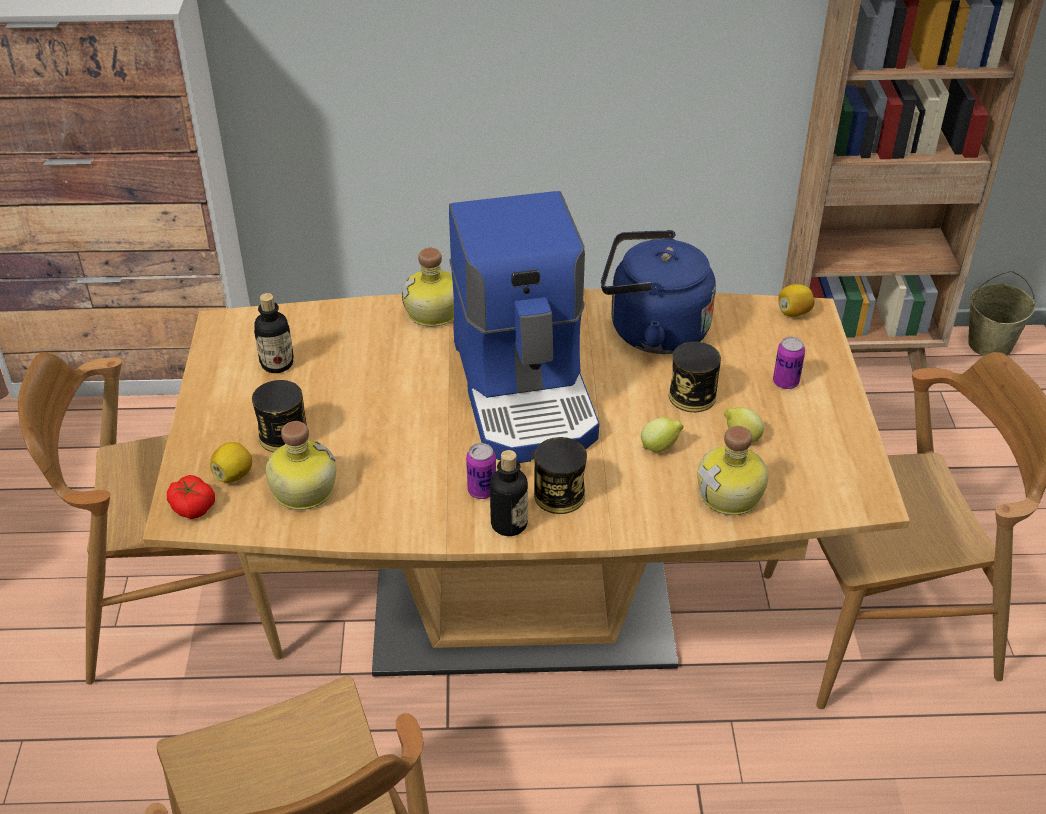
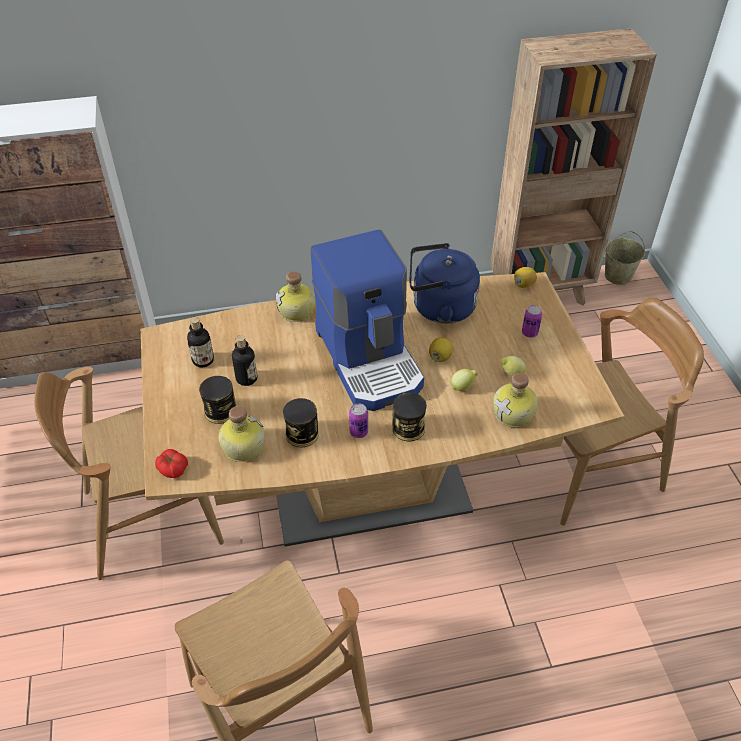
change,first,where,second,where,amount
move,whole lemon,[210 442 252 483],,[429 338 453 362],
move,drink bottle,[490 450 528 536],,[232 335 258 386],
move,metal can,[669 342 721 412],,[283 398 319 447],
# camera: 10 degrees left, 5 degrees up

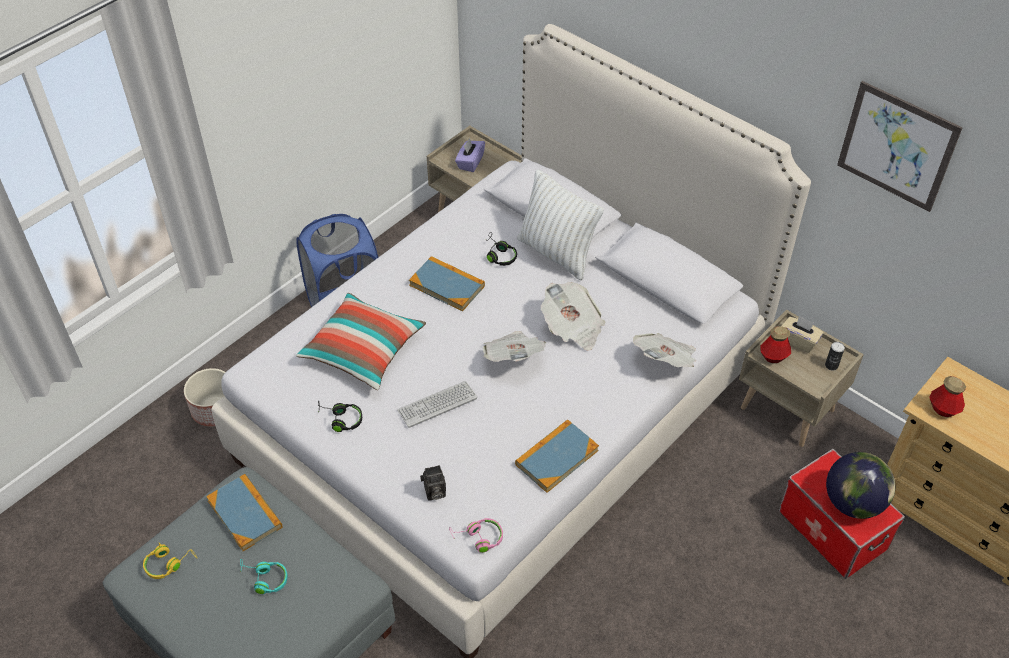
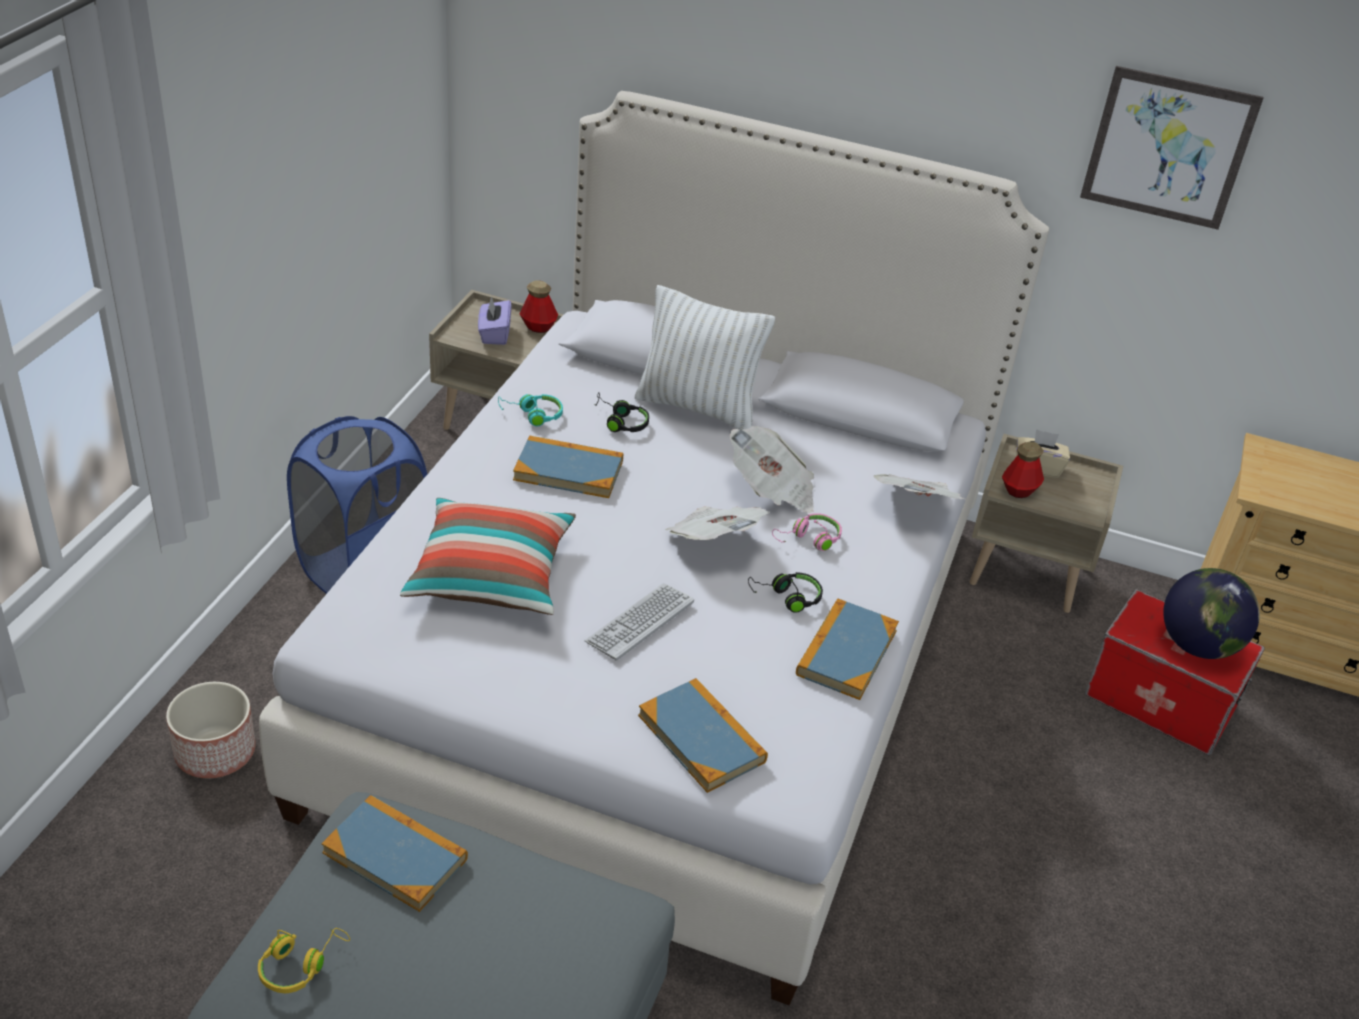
change,first,where,second,where,amount
move,turquoise headphones,[240 559 288 594],,[498 394 563 426],
move,blackish headphones,[318 401 362 432],,[748 572 823 613],
replace,still camera,[420 465 446 500],book,[638 678 768 793],
move,pinkish headphones,[449 518 503 553],,[772 513 842 551],
delete,metal can,[825 342 845 371],,,
move,drink bottle,[929 376 966 417],,[520 280 558 333],
# camera: 25 degrees left, 10 degrees down

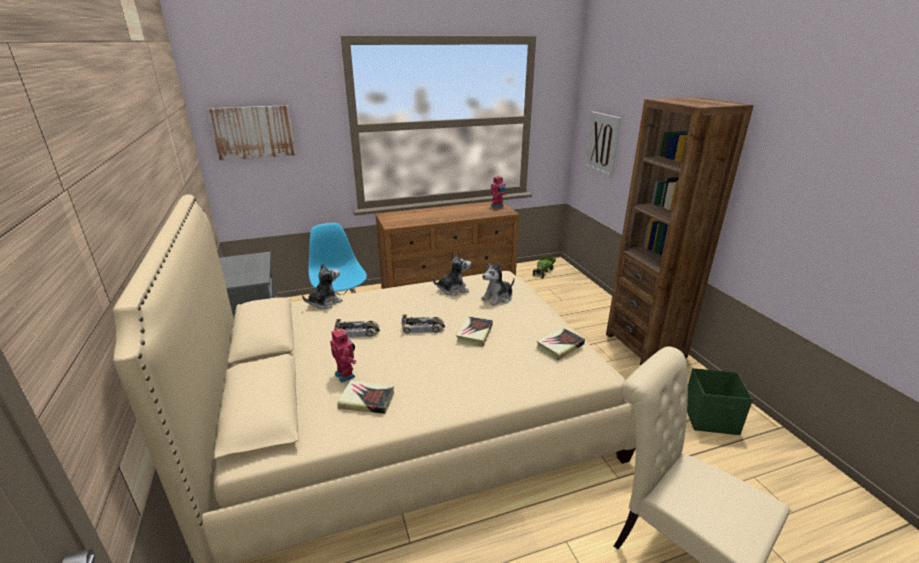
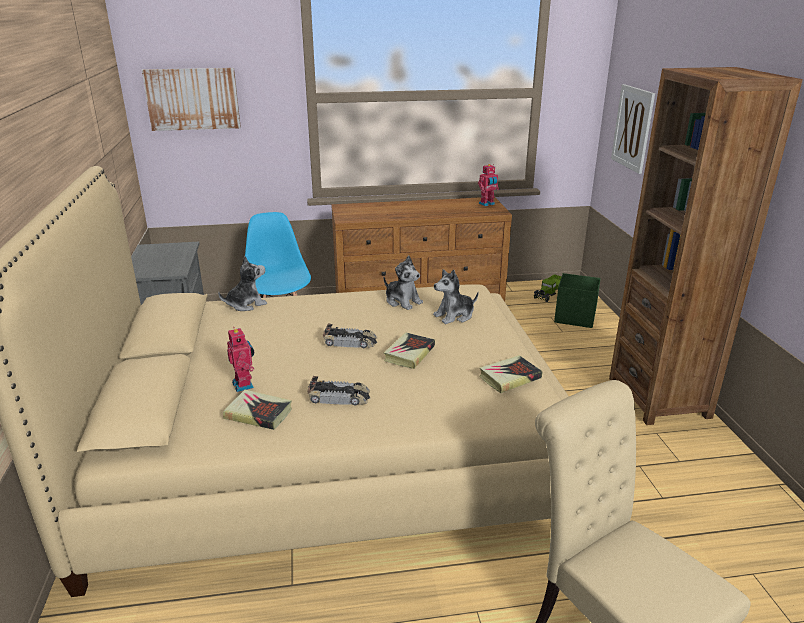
change,first,where,second,where,amount
move,miniature car,[334 319 380 338],,[307 376 370 406],
rotate,plush toy,[432 252 471 295],,[384 256 423 310],45 degrees clockwise
move,green storage bin,[687 368 753 435],,[554 273 601 328],
# camera: 10 degrees right, 0 degrees up

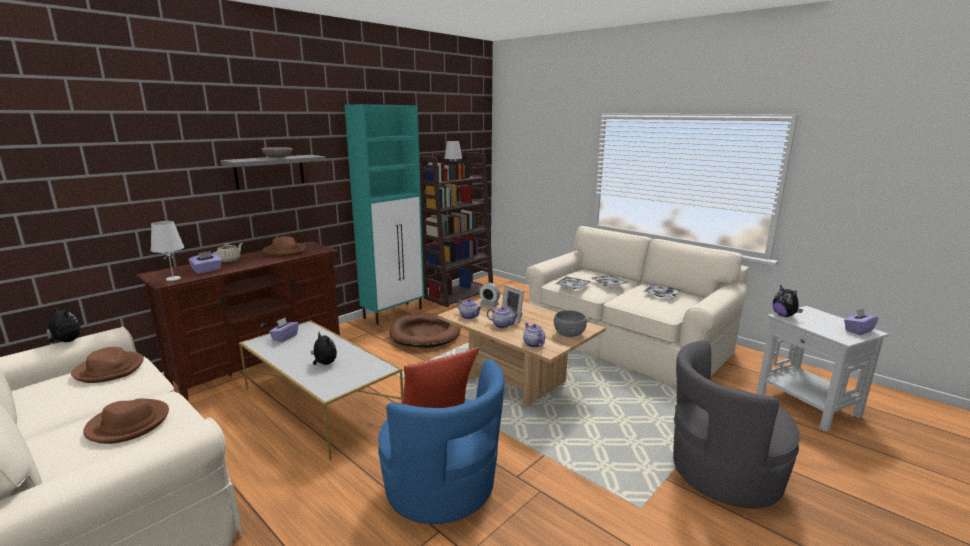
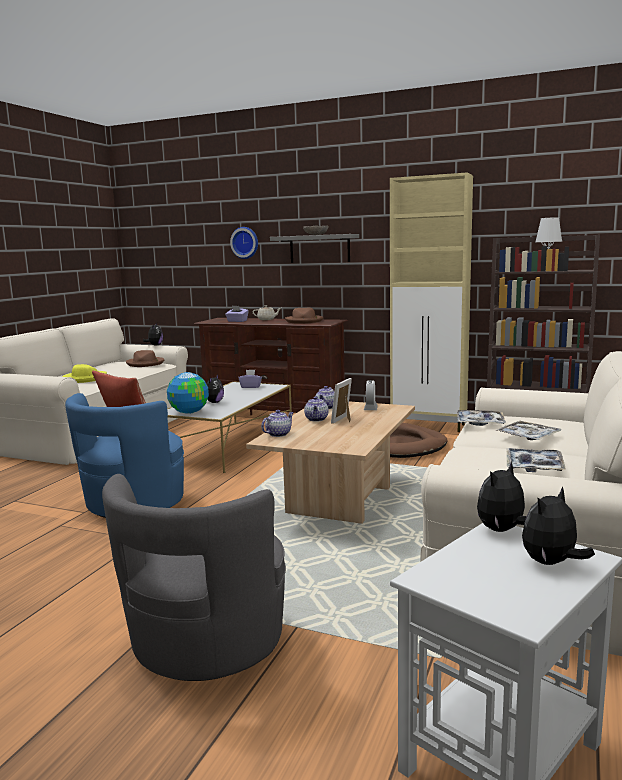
change,first,where,second,where,amount
recolor,brownish hat,[83 399 169 444],yellow hat,[63 364 107 383],
delete,white lamp for a table,[151 221 184 281],,,
recolor,turquoise cabinet,[344 104 424 325],sand-coloured cabinet,[390 172 473 432],
delete,gray serving bowl,[554 310 588 337],,,
rotate,gray easy chair,[673 340 800 508],,[102 474 286 681],135 degrees counterclockwise
delete,purple-coloured tissue holder,[844 308 879 335],,,
insert,,,globe,[167 372 209 414],
insert,,,hanging clock,[230 227 258 259],
insert,,,plush toy,[522 486 595 565],
# camera: 70 degrees right, 5 degrees down

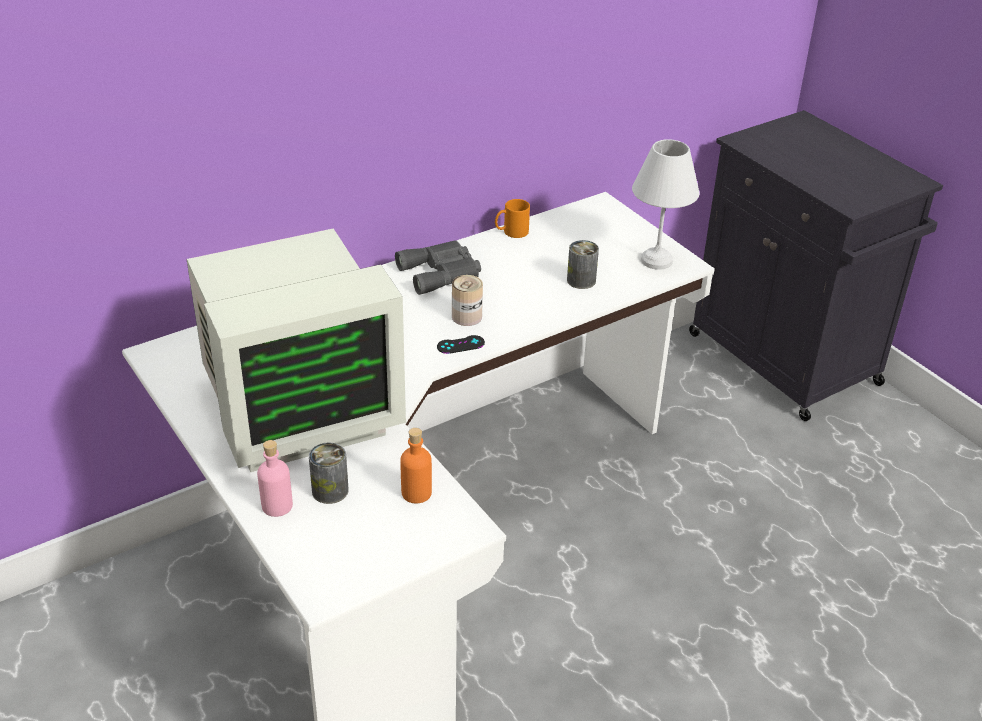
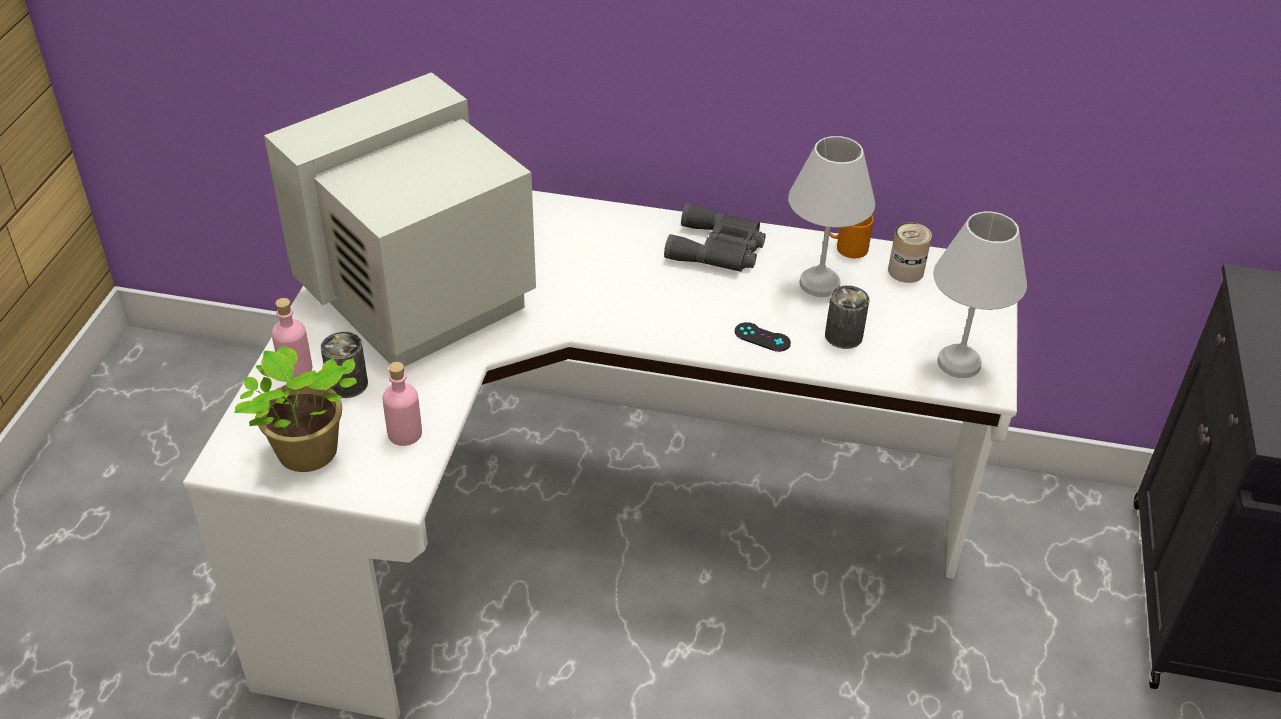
change,first,where,second,where,amount
rotate,monitor,[187 228 406 472],,[264 72 536 367],120 degrees clockwise
recolor,orange-coloured drink bottle,[400 428 432 503],pinkish drink bottle,[382 362 422 446],
move,blackish joypad,[437 335 485 354],,[735 322 791 352],
move,metal can,[452 275 483 326],,[888 222 932 283],
insert,,,plant in a pot,[234 345 357 472],
insert,,,white lamp for a table,[788 136 875 297],
# camera: 45 degrees right, 5 degrees up

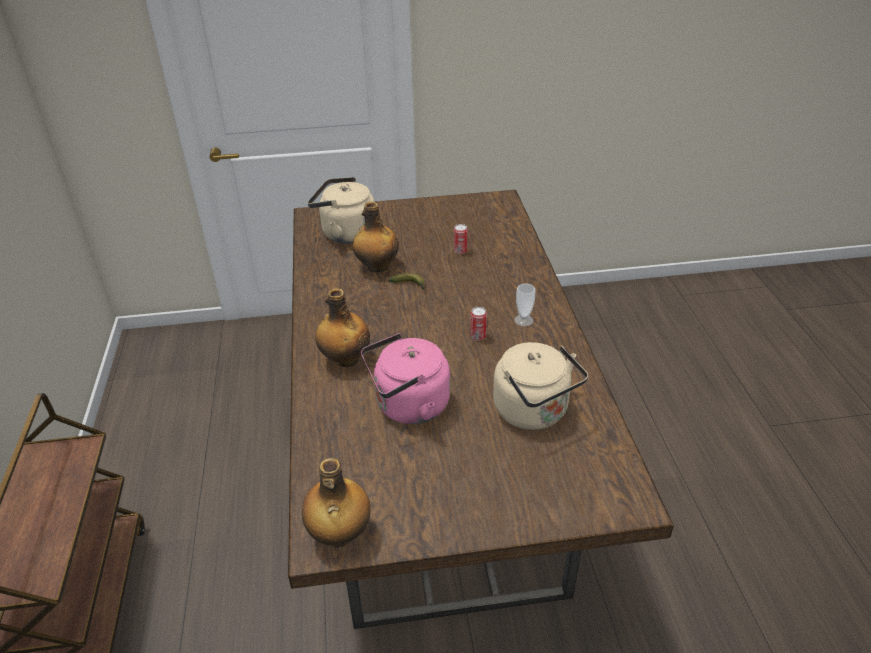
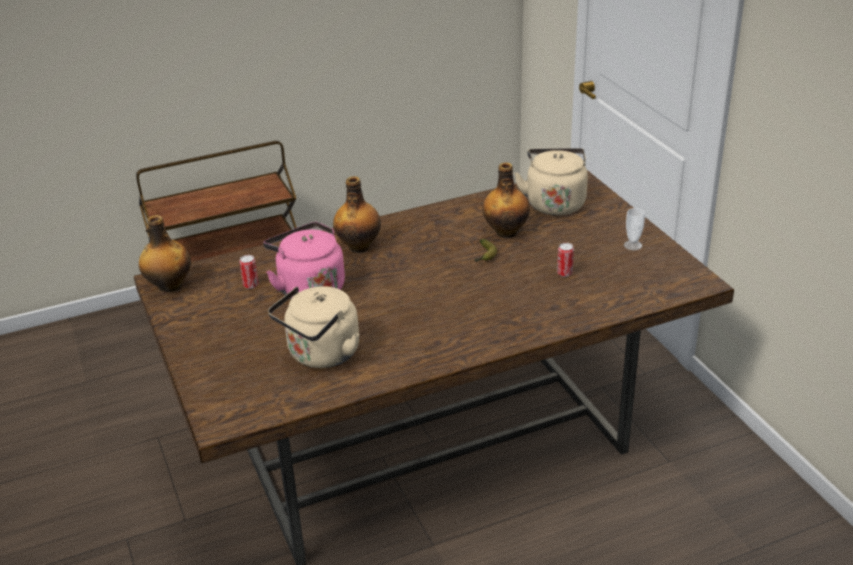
change,first,where,second,where,amount
move,metal can,[470 307 487 341],,[239 255 258 289],
move,cup,[514 283 535 326],,[624 208 645 250],
# camera: 75 degrees right, 5 degrees down

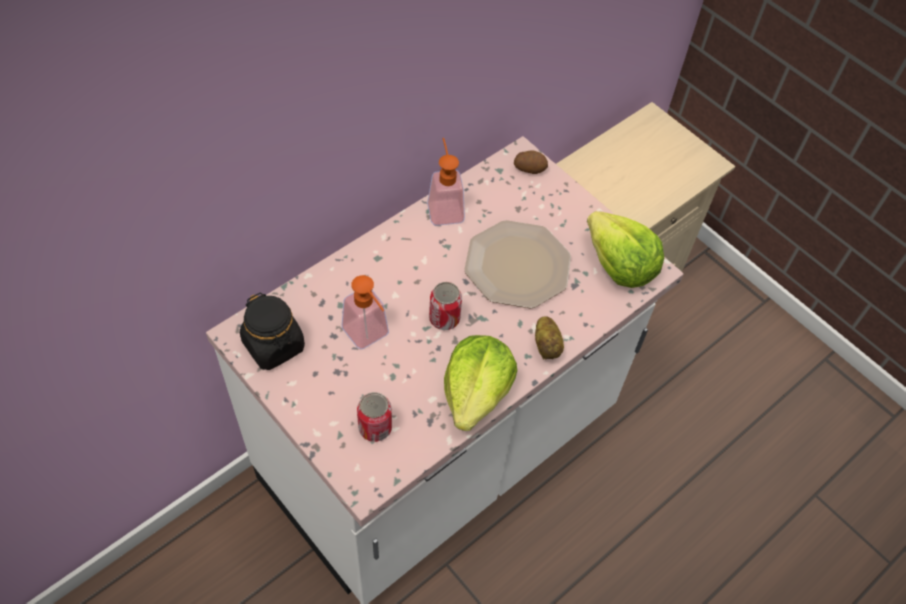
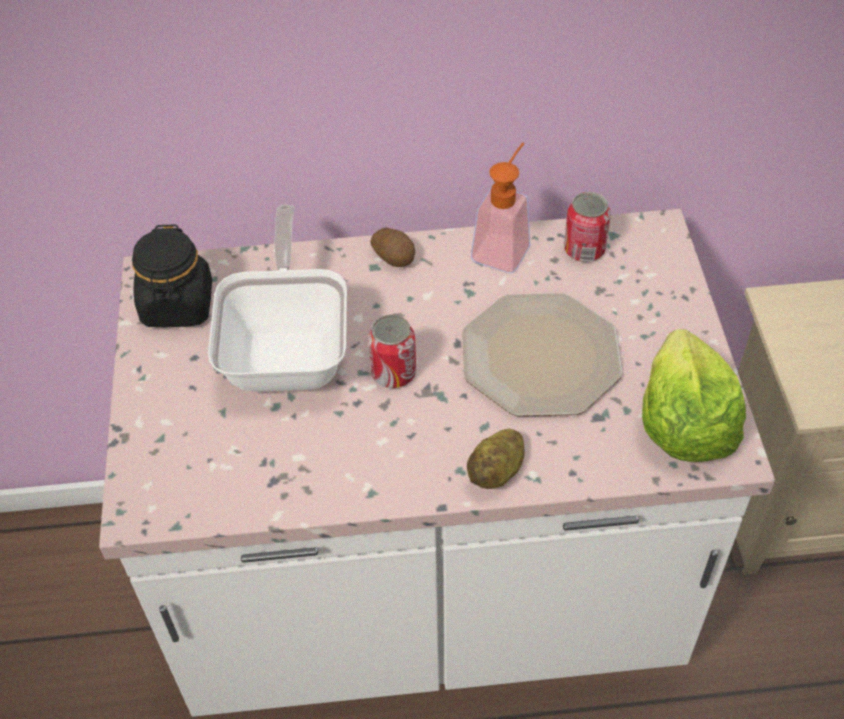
change,first,where,second,where,amount
replace,soap dispenser,[342 275 389 350],skillet,[208 205 347 392],
move,metal can,[357 392 392 442],,[564 192 611 262],
delete,head of lettuce,[444 335 517 431],,,
move,potato,[514 150 548 174],,[370 227 415 267],
# camera: 40 degrees right, 5 degrees down

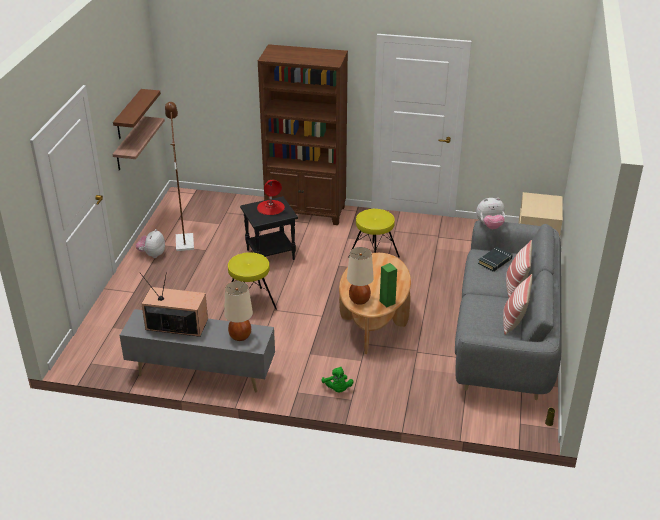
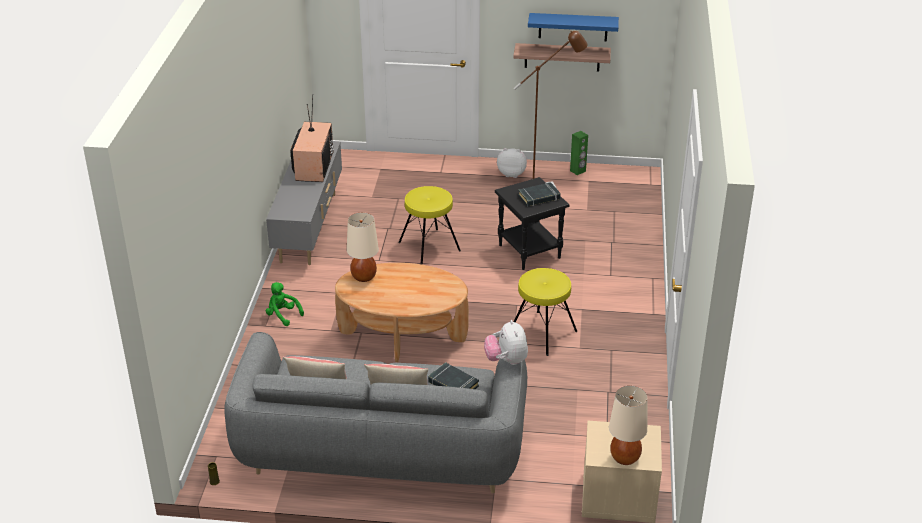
change,first,where,second,where,amount
recolor,brownish wall shelf,[113 89 161 139],blue-coloured wall shelf,[528 13 619 42],
move,sand-coloured lamp for a table,[224 281 253 341],,[609 386 647 465],
replace,red-coloured lamp for a table,[257 180 285 215],blackish book,[518 182 561 206],
delete,brownish shelving unit,[258 44 348 225],,,
rotate,green plush toy,[321 367 354 392],,[266 282 304 326],60 degrees clockwise
move,green audio speaker,[380 263 397 308],,[570 131 588 175],
# camera: 85 degrees right, 0 degrees up

